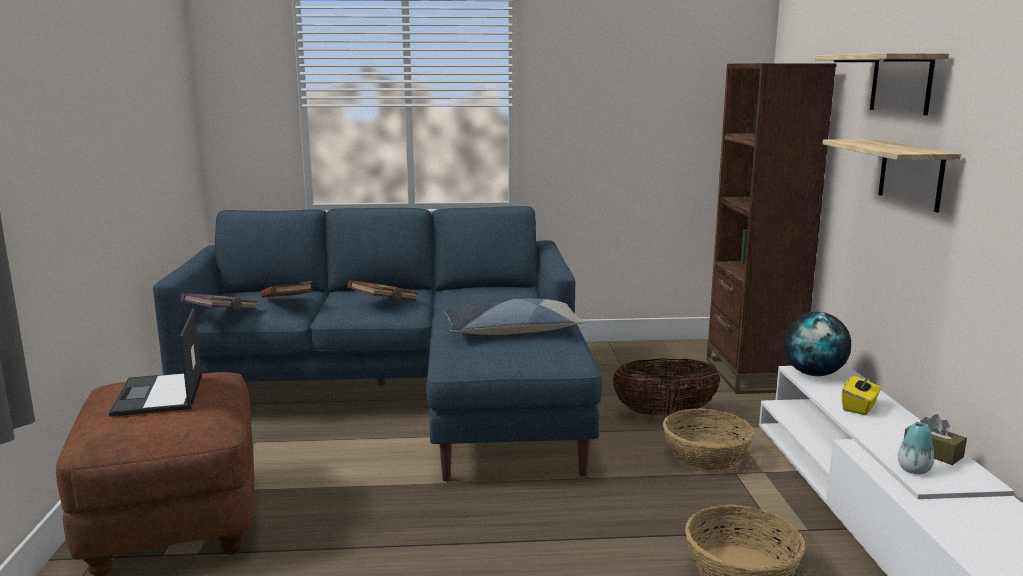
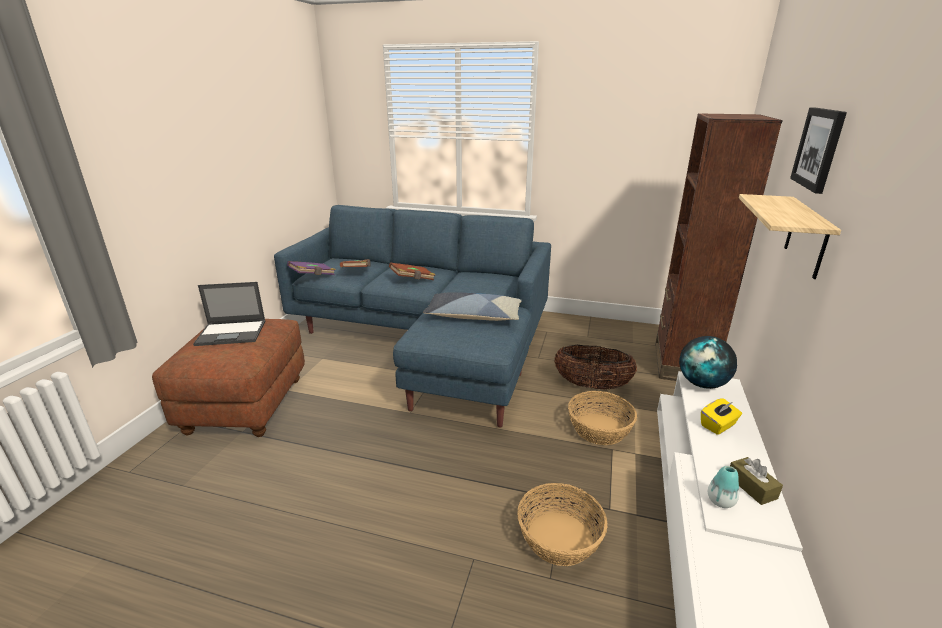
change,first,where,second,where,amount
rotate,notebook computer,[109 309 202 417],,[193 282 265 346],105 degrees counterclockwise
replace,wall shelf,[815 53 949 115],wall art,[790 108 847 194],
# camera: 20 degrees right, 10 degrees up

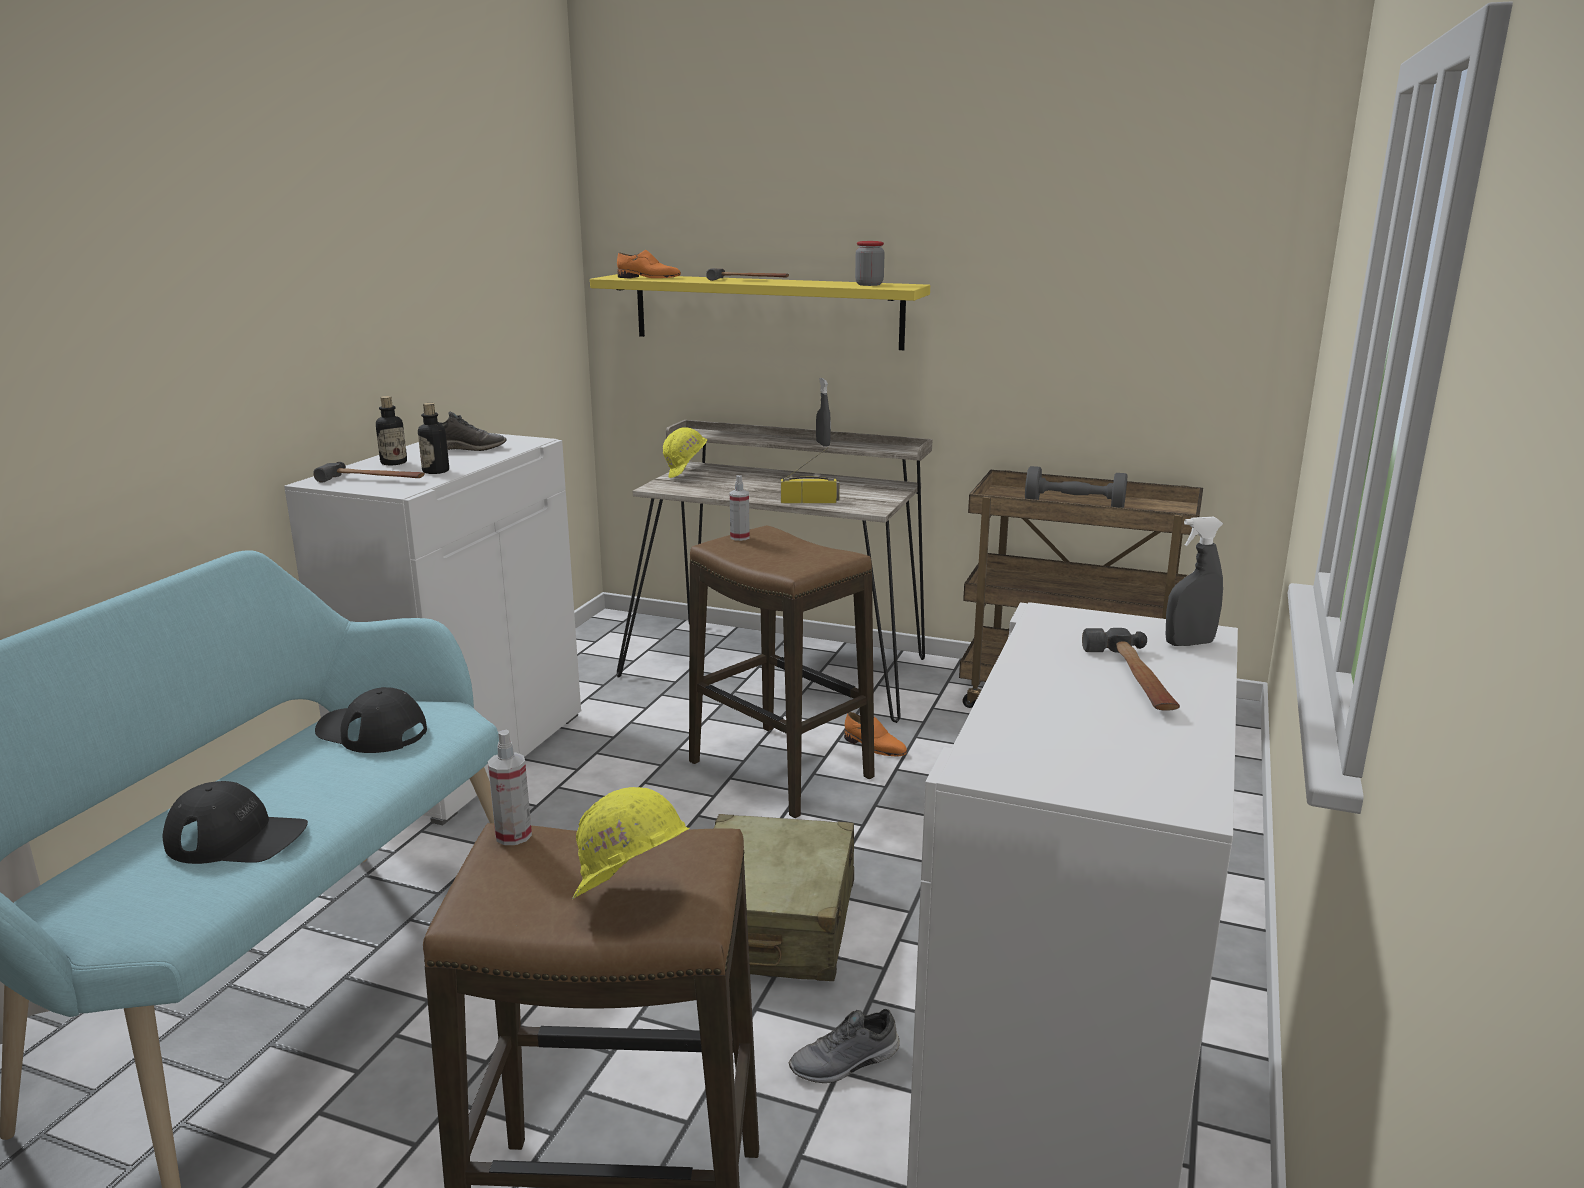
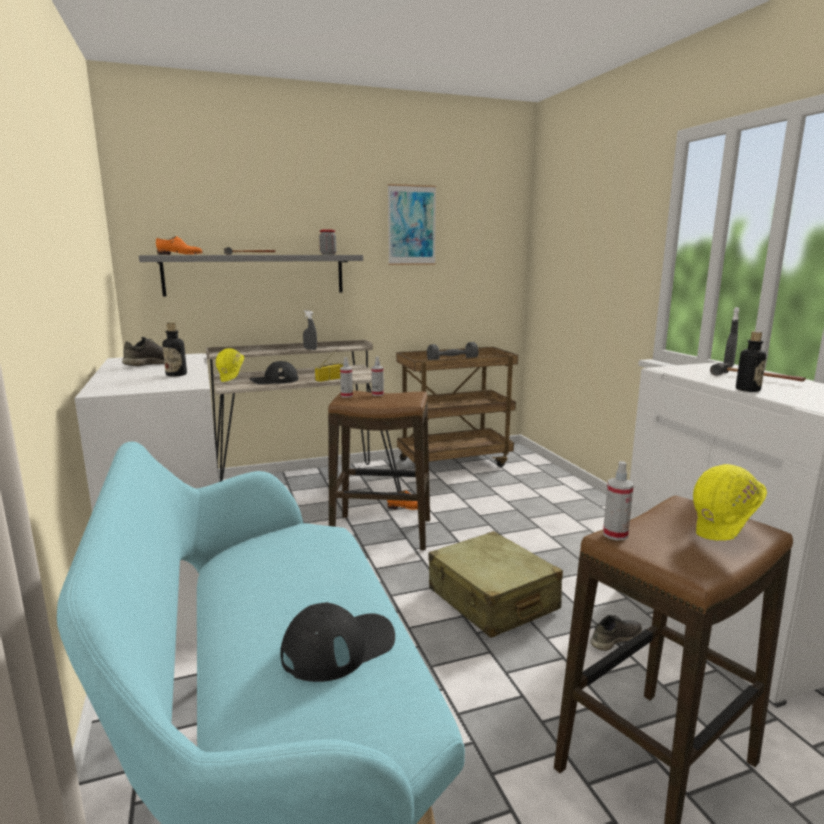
change,first,where,second,where,amount
delete,hand hammer,[313 462 425 482],,,
move,blackish cap,[315 687 427 753],,[250 361 298 384],
move,drink bottle,[376 396 407 465],,[736 331 766 392],
recolor,yellow wall shelf,[590 274 930 350],gray wall shelf,[139 255 363 296],
rotate,gray shoe,[789 1009 900 1083],,[590 615 642 651],150 degrees counterclockwise
insert,,,spray bottle,[371 357 384 396],
insert,,,wall art,[388 184 436 265],
# camera: 40 degrees left, 5 degrees down

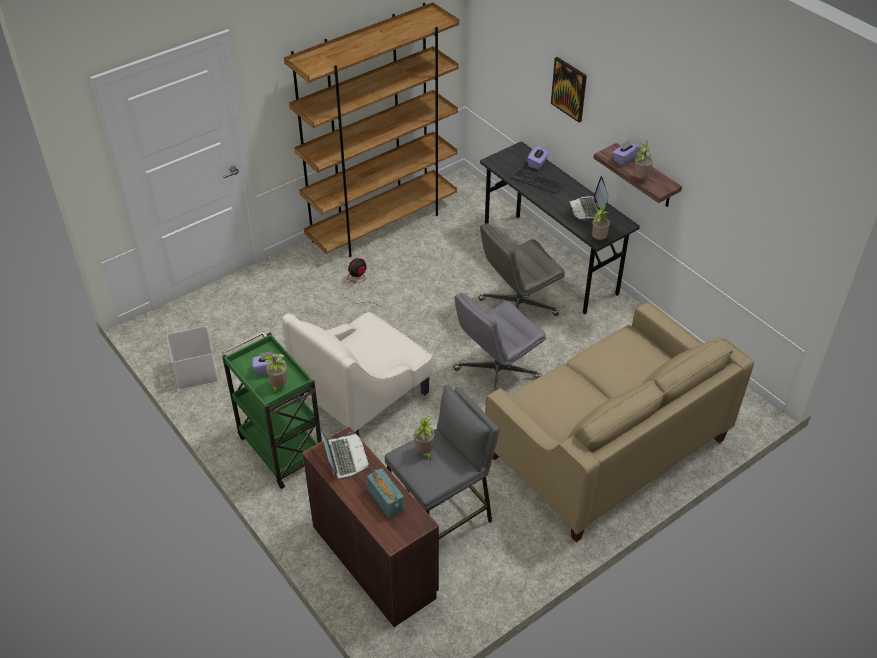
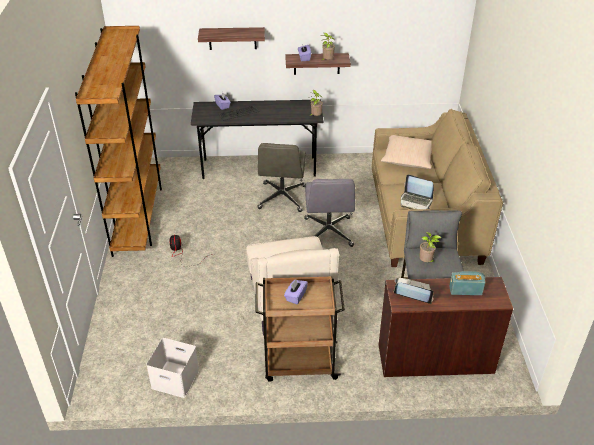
change,first,where,second,where,amount
recolor,green wheeled cart,[222 332 322 489],brownish wheeled cart,[255 276 345 382],
delete,plant in a pot,[263 353 287 395],,,
replace,wall art,[551 57 587 122],wall shelf,[198 27 265 50],
move,notebook computer,[568 176 609 221],,[401 174 434 209],
insert,,,sand-coloured cushion,[381 135 432 169],
# camera: 55 degrees left, 5 degrees down

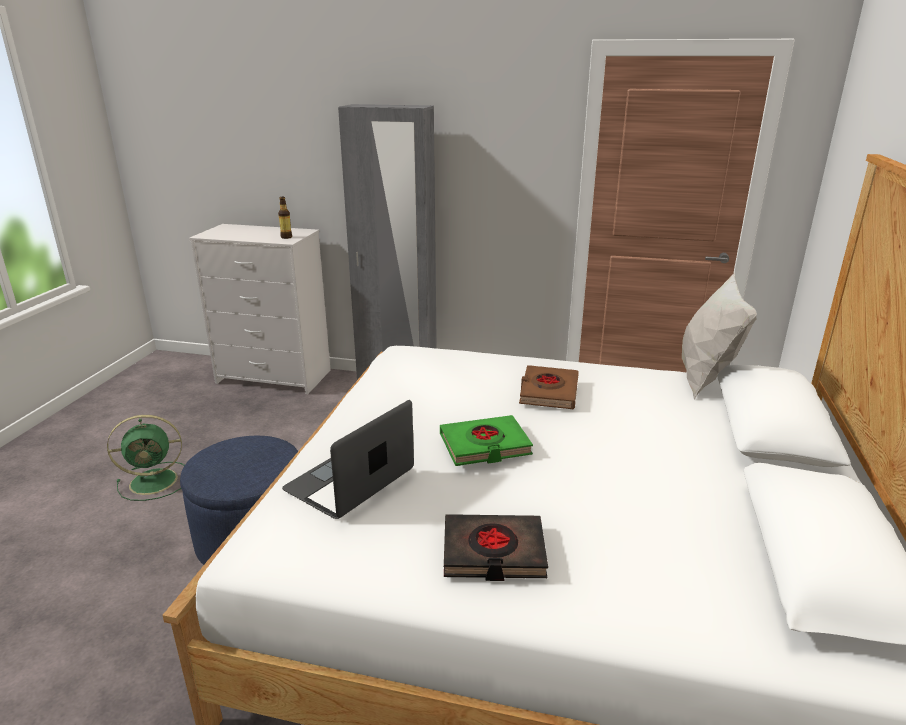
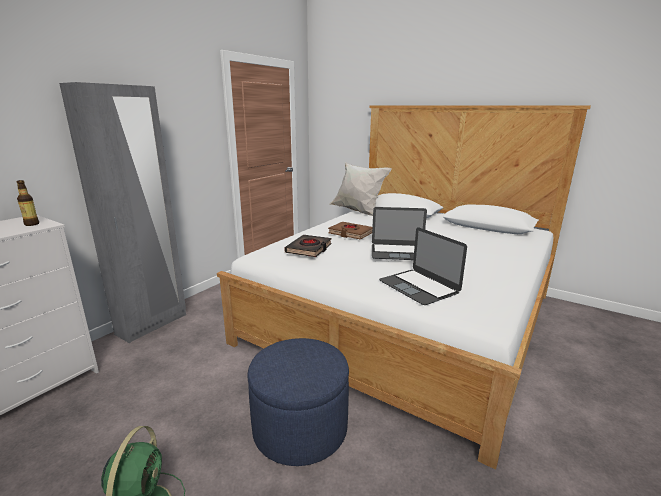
change,first,where,second,where,amount
replace,green book,[440 415 533 466],notebook computer,[372 207 427 260],
move,blackish book,[444 514 548 581],,[284 235 332 257],
# camera: 70 degrees left, 5 degrees down

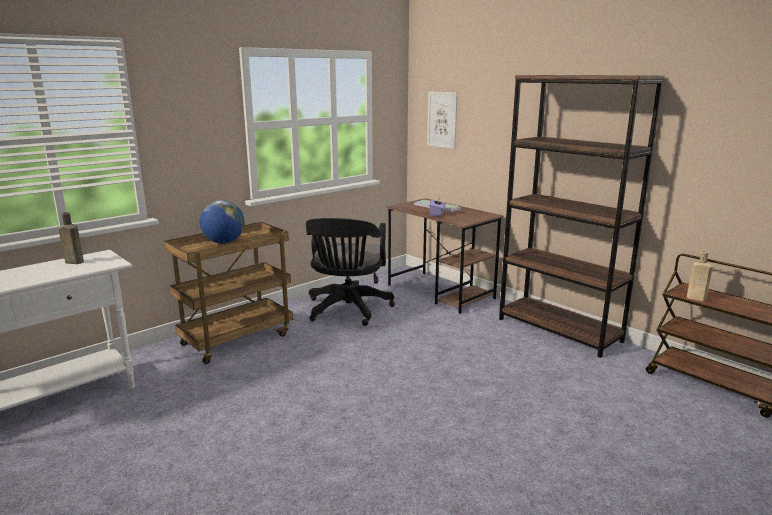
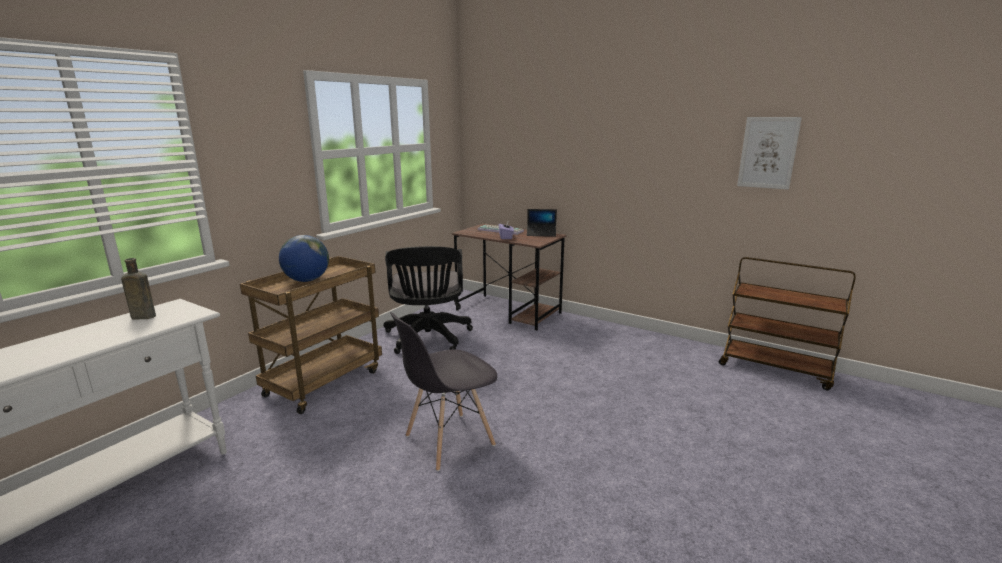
change,first,where,second,where,amount
move,wall art,[427 91 458 149],,[737 117 802 190],
delete,brownish shelving unit,[499 75 665 358],,,
delete,sand-coloured drink bottle,[687 251 713 301],,,
insert,,,gray chair,[390 312 497 471],
insert,,,notebook computer,[527 209 557 237],
# camera: 15 degrees left, 0 degrees up

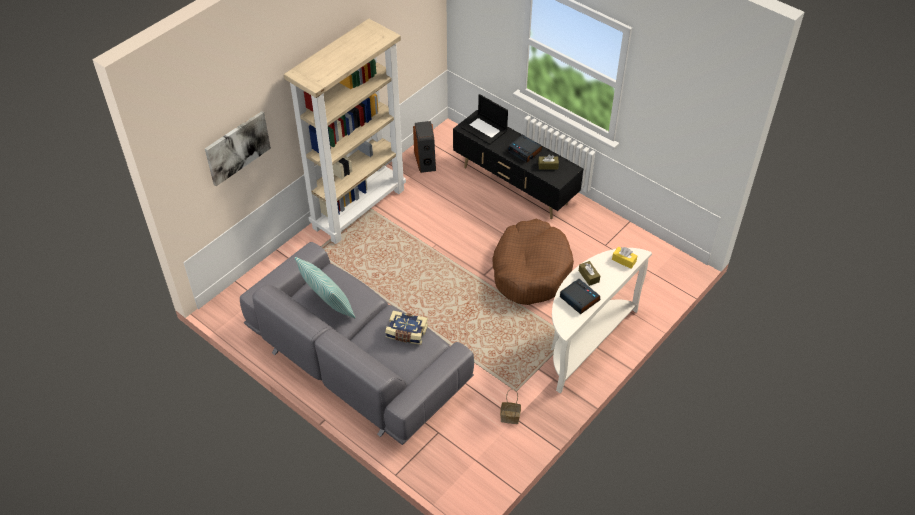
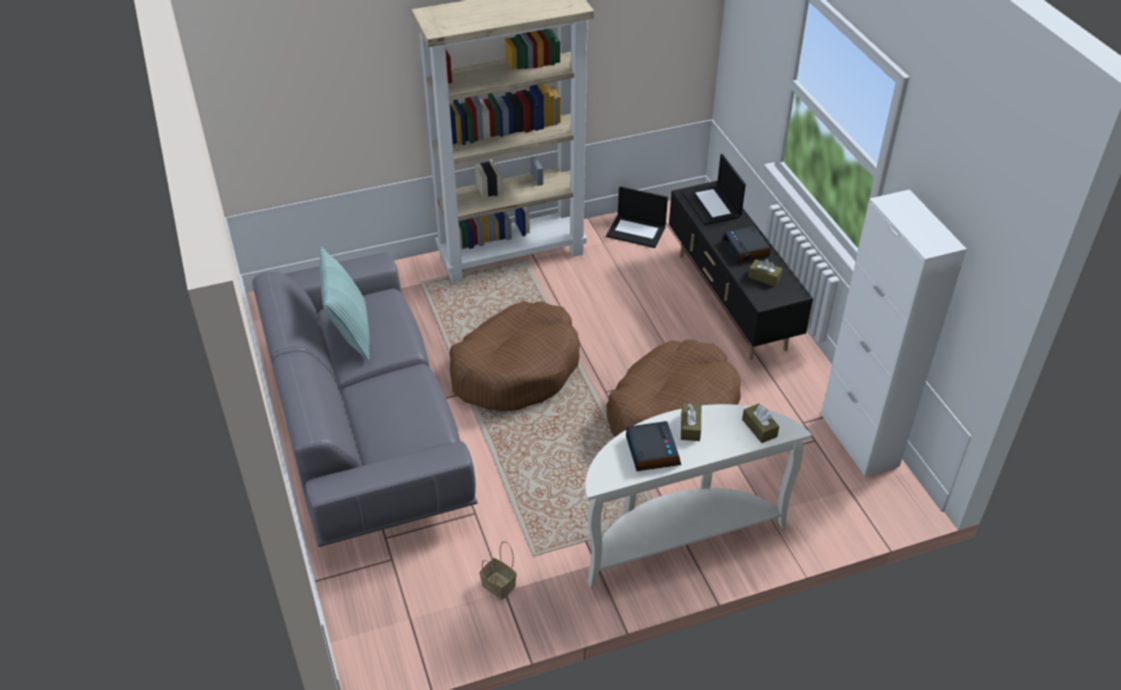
change,first,where,second,where,amount
delete,wall art,[205 111 271 186],,,
delete,book,[385 311 428 345],,,
replace,audio speaker,[413 121 436 173],notebook computer,[606 186 668 248],
recolor,yellow tissue holder,[612 247 638 269],brownish tissue holder,[742 403 779 443],
insert,,,brownish pet bed,[450 301 580 411],
insert,,,white cabinet,[821 189 967 477],
# camera: 30 degrees right, 5 degrees down

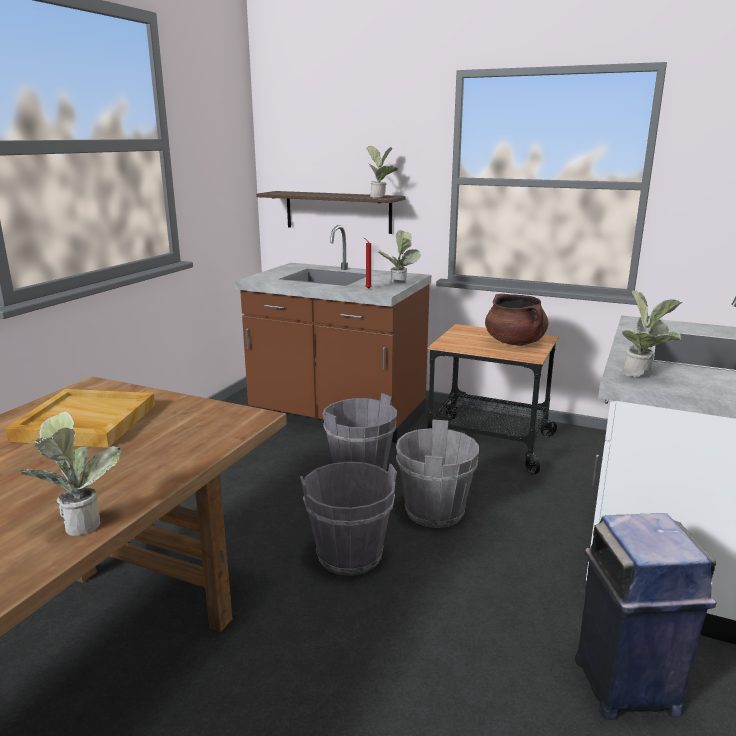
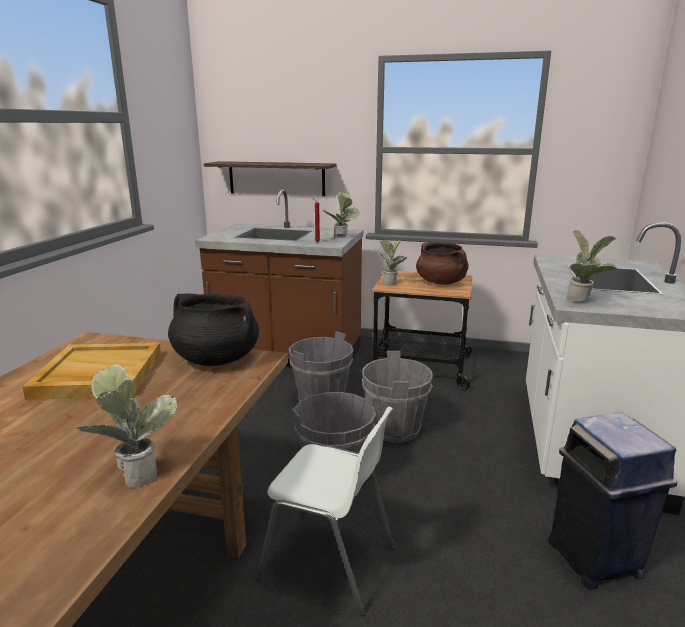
change,first,where,second,where,amount
move,plant in a pot,[367 146 398 198],,[380 239 407 285],
insert,,,blackish stockpot,[168 293 259 366],
insert,,,white chair,[256 406 395 616],
# camera: 10 degrees left, 0 degrees up

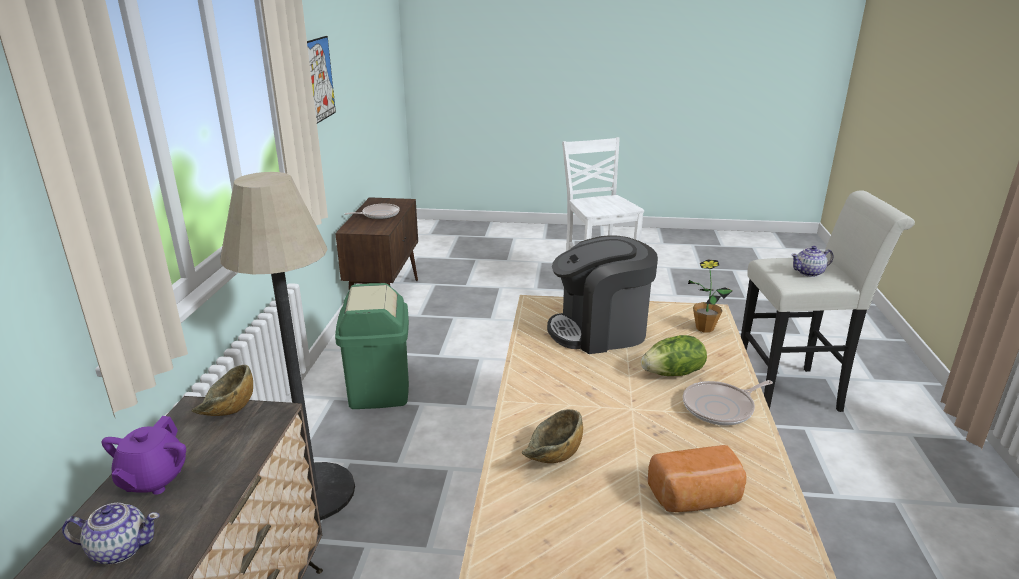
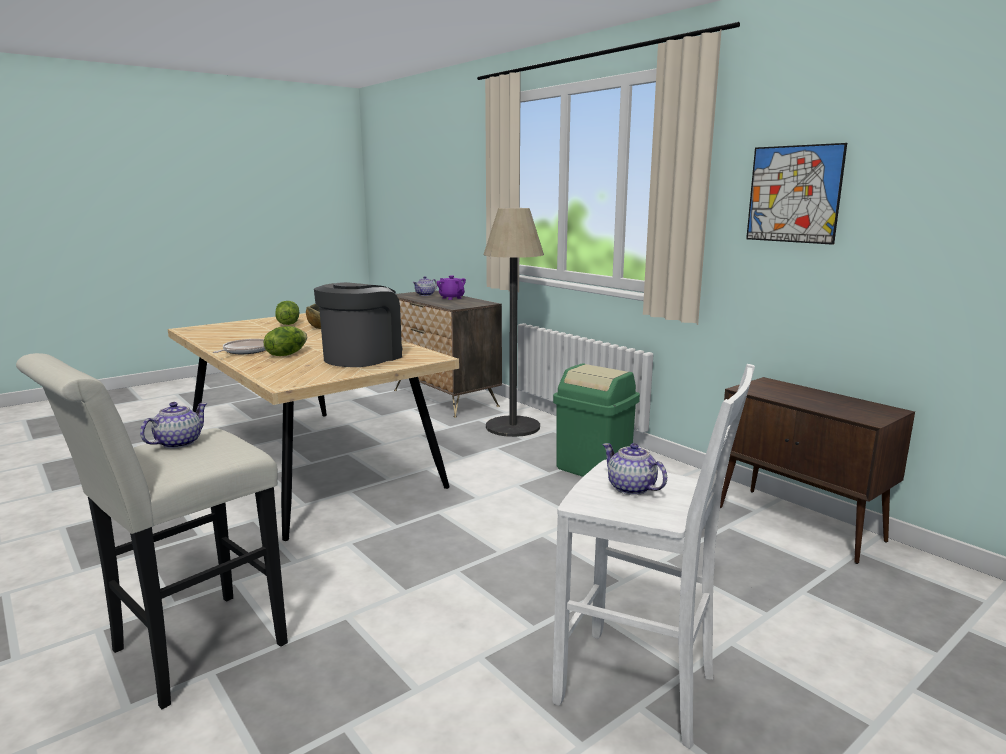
change,first,where,second,where,amount
delete,serving bowl,[191 365 253 416],,,
delete,skillet,[345 204 400 219],,,
delete,baked bread,[648 445 746 512],,,
delete,plant in a pot,[688 260 733 333],,,
insert,,,head of lettuce,[275 301 300 325],
insert,,,tea pot,[602 443 667 495],
# camera: 135 degrees right, 10 degrees down

